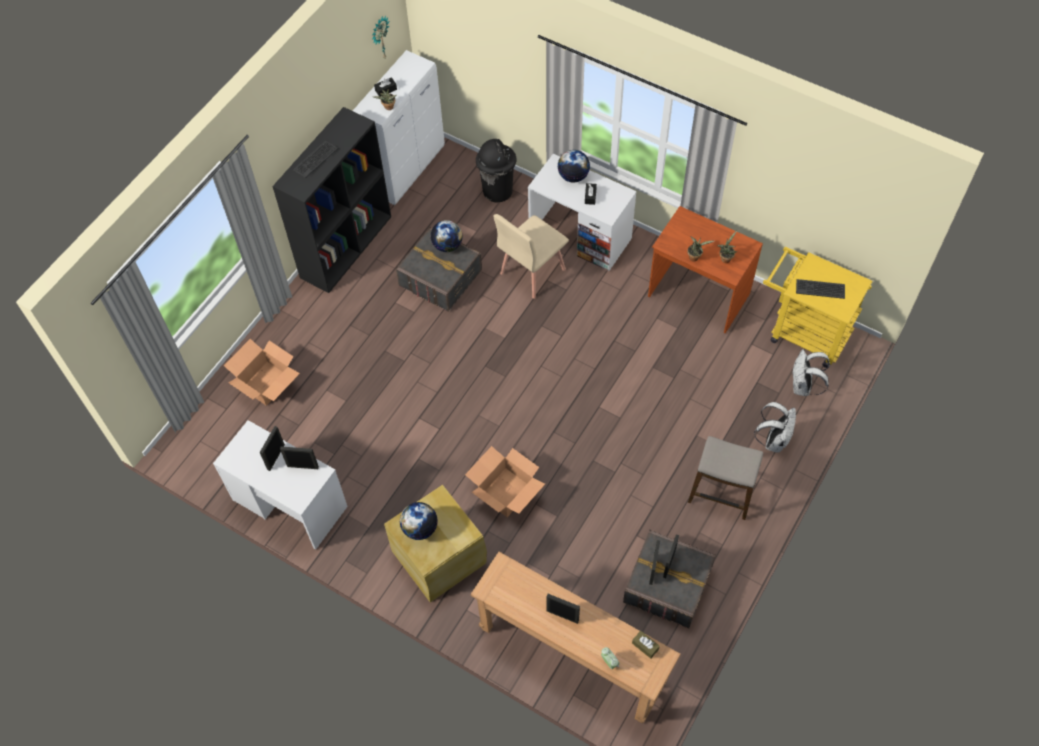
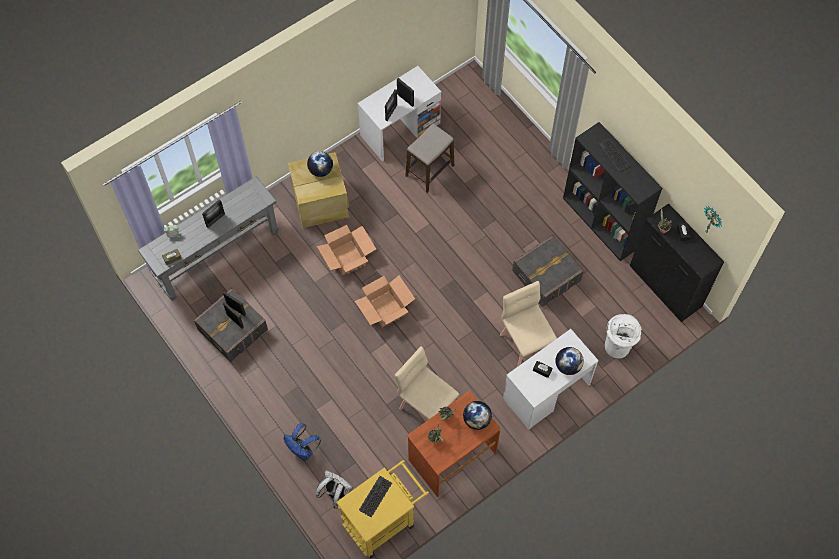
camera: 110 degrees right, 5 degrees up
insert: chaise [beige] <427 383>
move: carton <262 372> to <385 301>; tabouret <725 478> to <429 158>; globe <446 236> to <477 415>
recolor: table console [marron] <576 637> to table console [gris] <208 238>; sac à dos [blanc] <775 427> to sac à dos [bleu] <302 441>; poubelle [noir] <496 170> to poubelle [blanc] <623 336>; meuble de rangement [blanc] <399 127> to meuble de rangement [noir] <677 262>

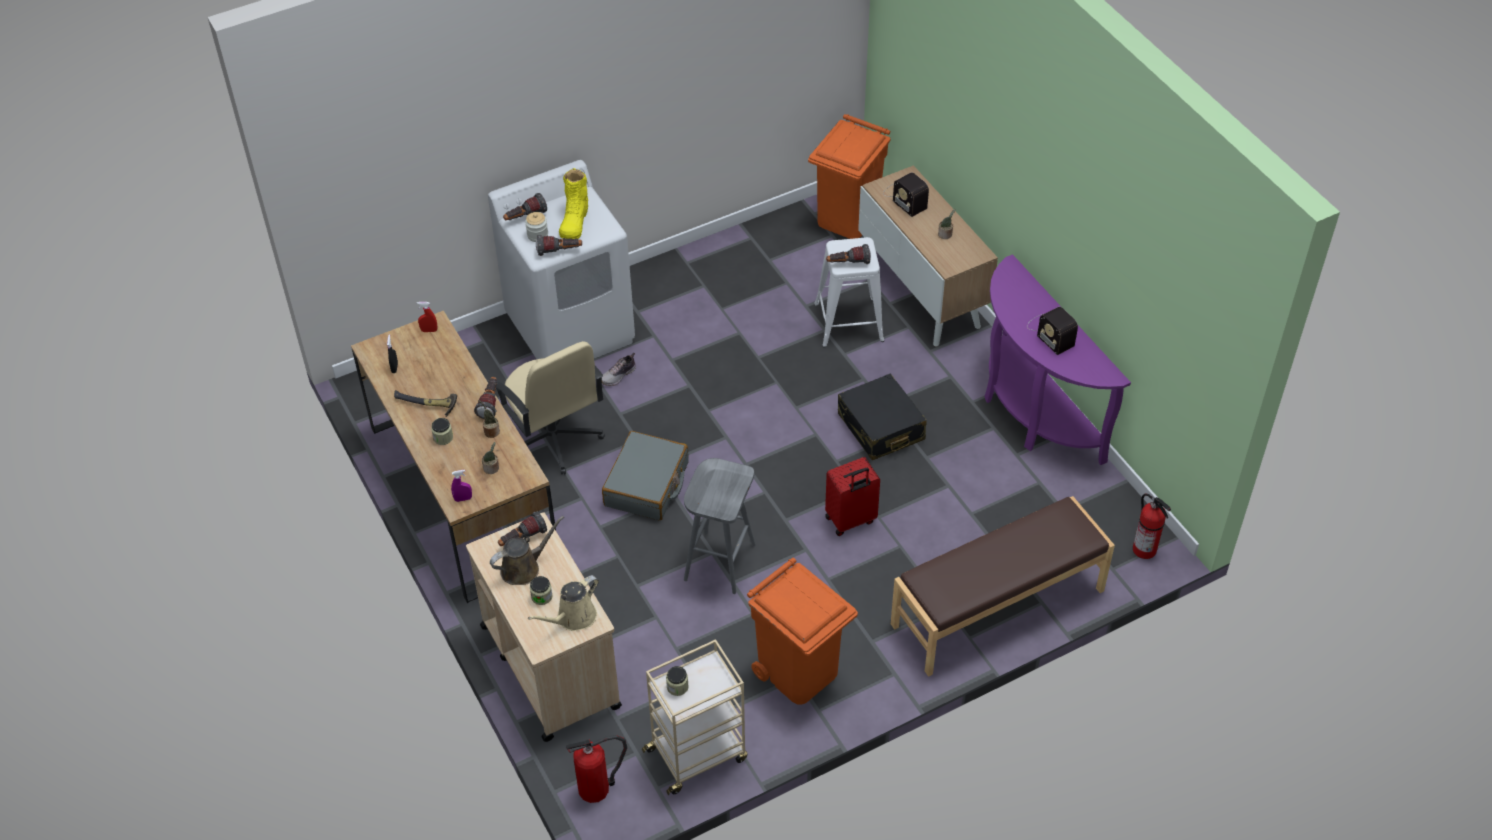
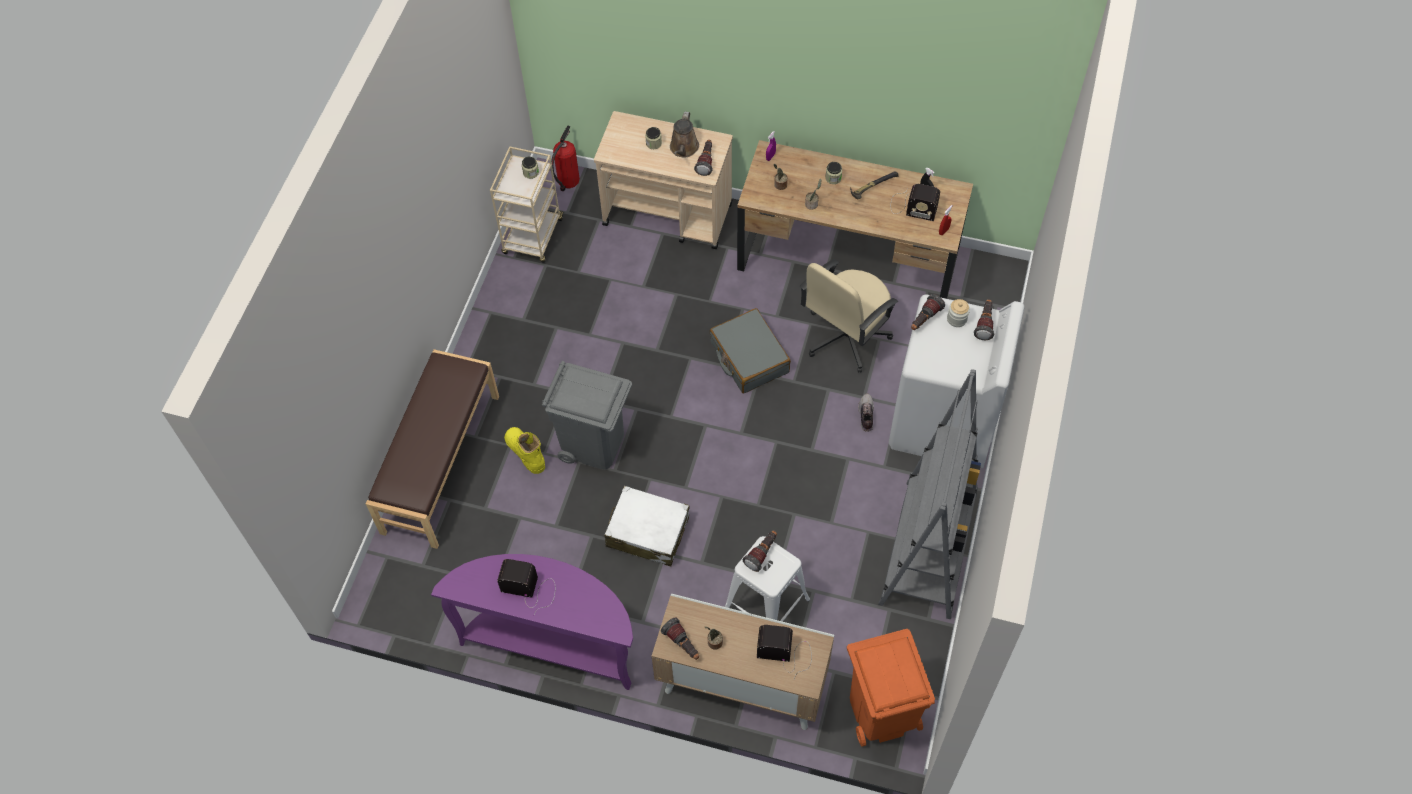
camera: 135 degrees right, 10 degrees up
delete: arrosoir [beige] <563 603>; tabouret [gris] <720 526>; poubelle [orange] <802 631>; extincteur <1152 526>
insert: bibliothèque [gris] <929 494>; radio <915 202>
move: botte [jaune] <573 203> to <524 450>; lampe de poche <485 398> to <680 638>
replace: valise [rouge] <852 496> to poubelle [gris] <587 415>
recolor: valise [noir] <882 416> to valise [blanc] <647 526>
rotate: chaise de bureau [beige] <550 408> = <849 316> 60 degrees counterclockwise

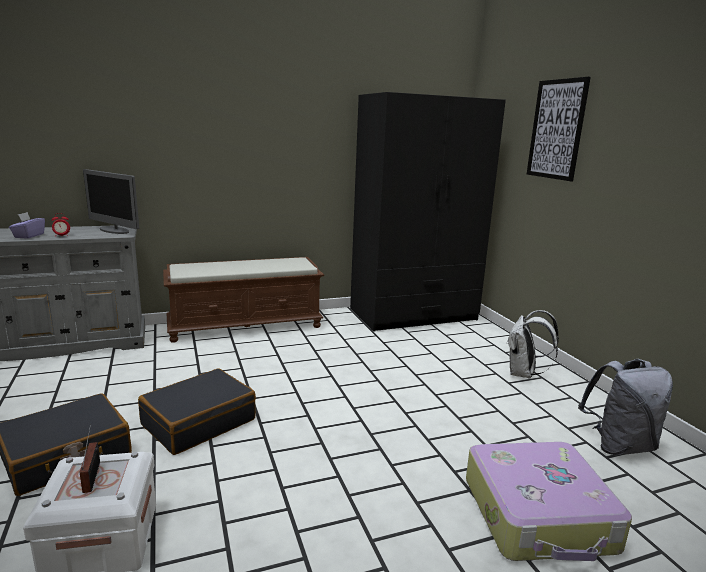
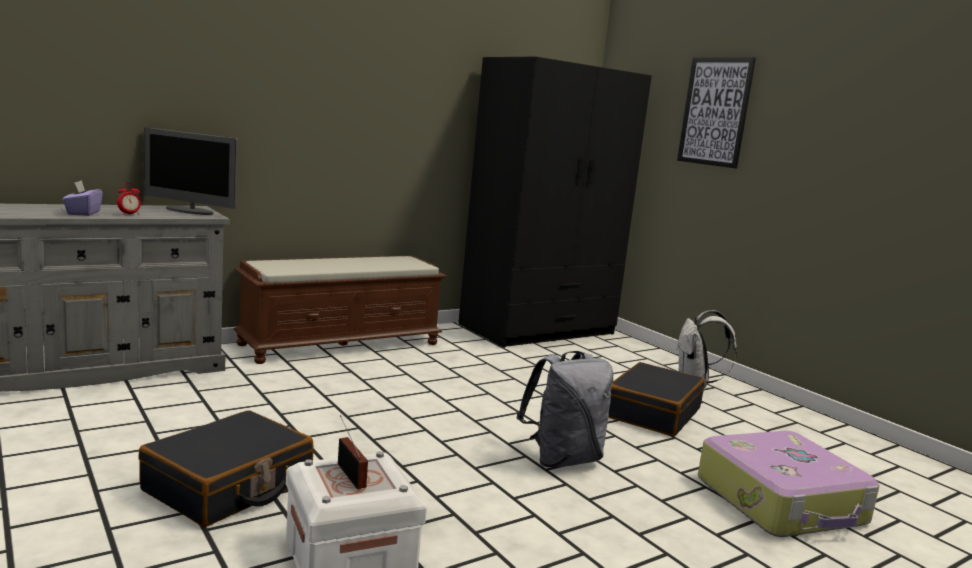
camera: 15 degrees left, 5 degrees down
move: sac à dos [gris] <625 407> to <564 409>; valise [noir] <197 411> to <657 399>

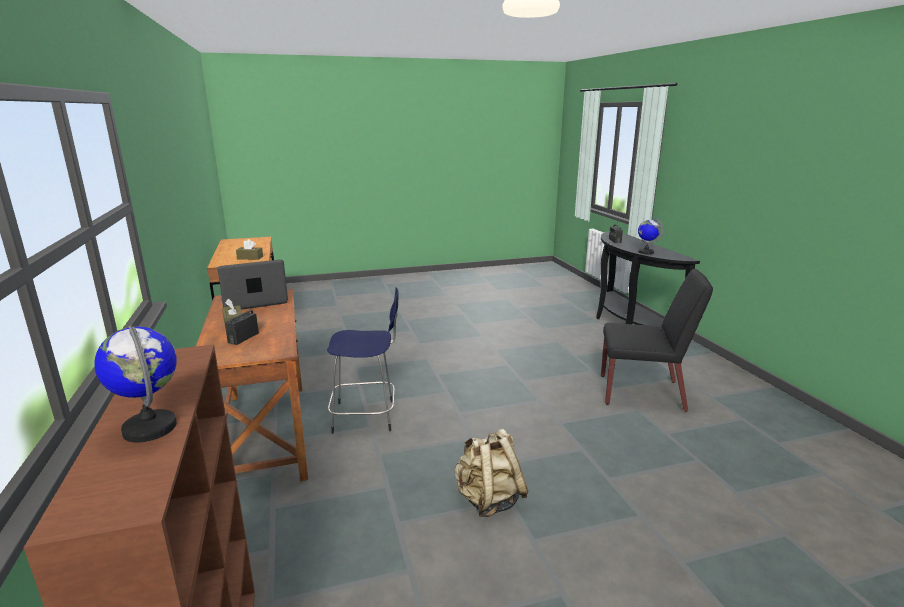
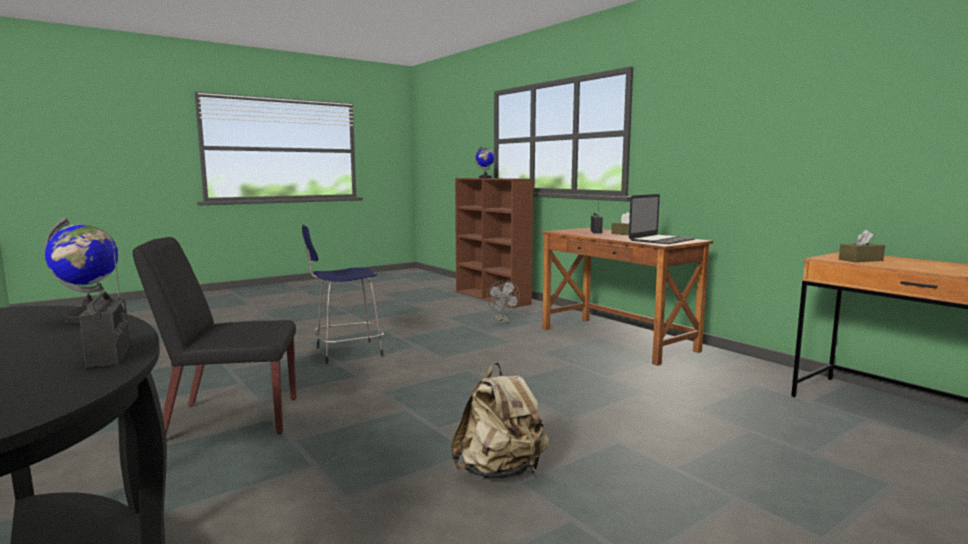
camera: 160 degrees right, 10 degrees down
insert: ventilateur [gris] <503 301>
move: tabouret [bleu] <362 360> to <343 294>; sac à dos [beige] <491 473> to <500 420>

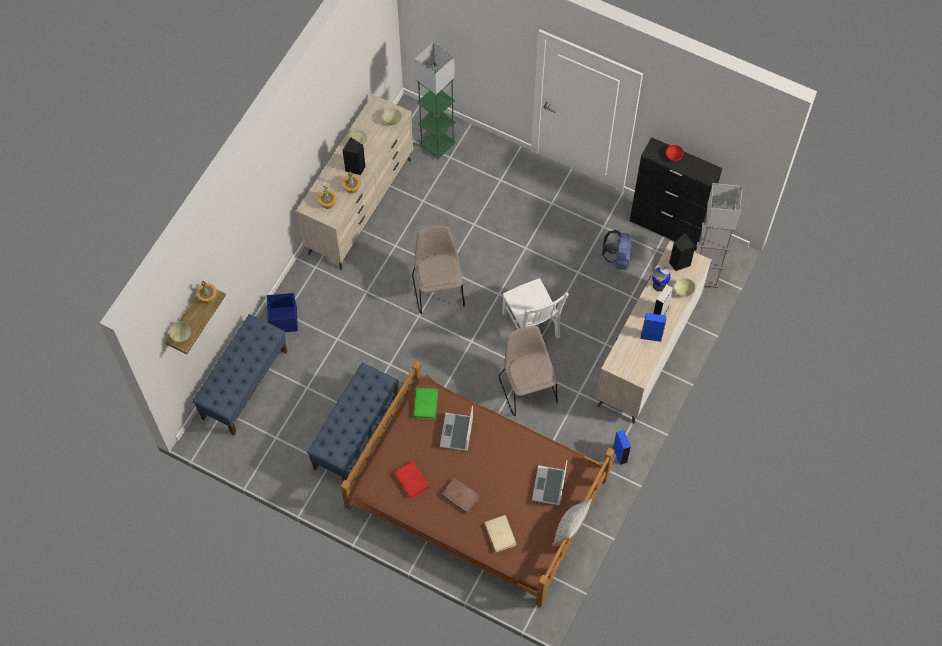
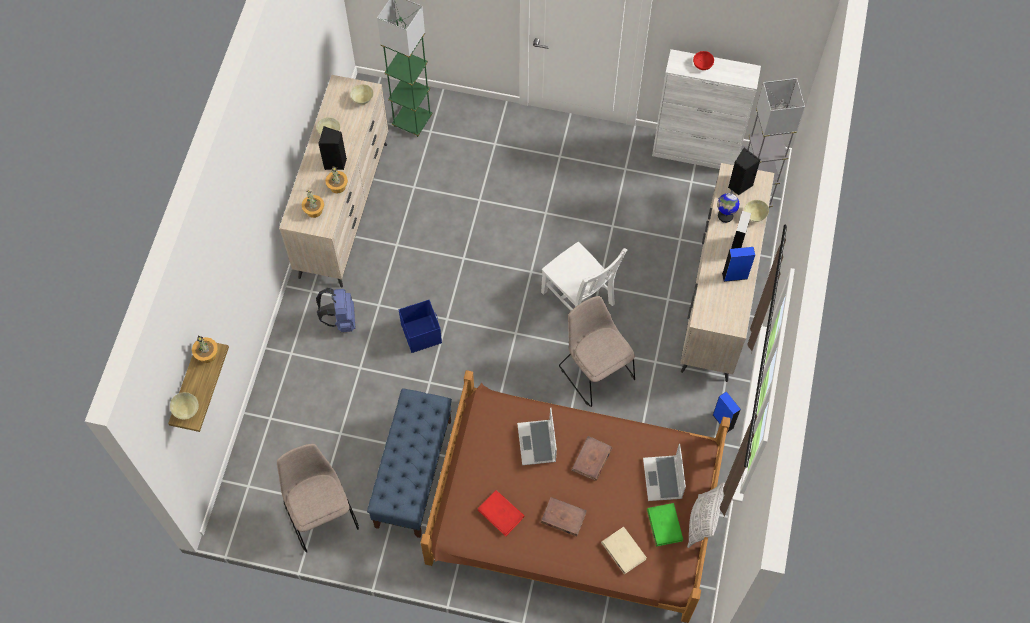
camera: 15 degrees left, 0 degrees up
delete: banc [bleu] <239 374>
insert: livre [marron] <591 458>
move: chaise [beige] <438 270> to <318 498>; sac à dos [bleu] <617 250> to <335 310>; boîte de rangement [bleu] <282 312> to <420 326>; livre [vert] <425 403> to <665 524>
recolor: meuble de rangement [noir] <676 194> to meuble de rangement [blanc] <706 109>

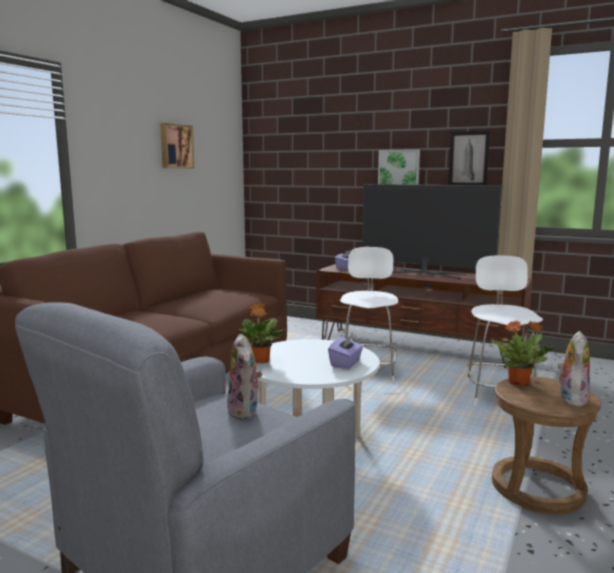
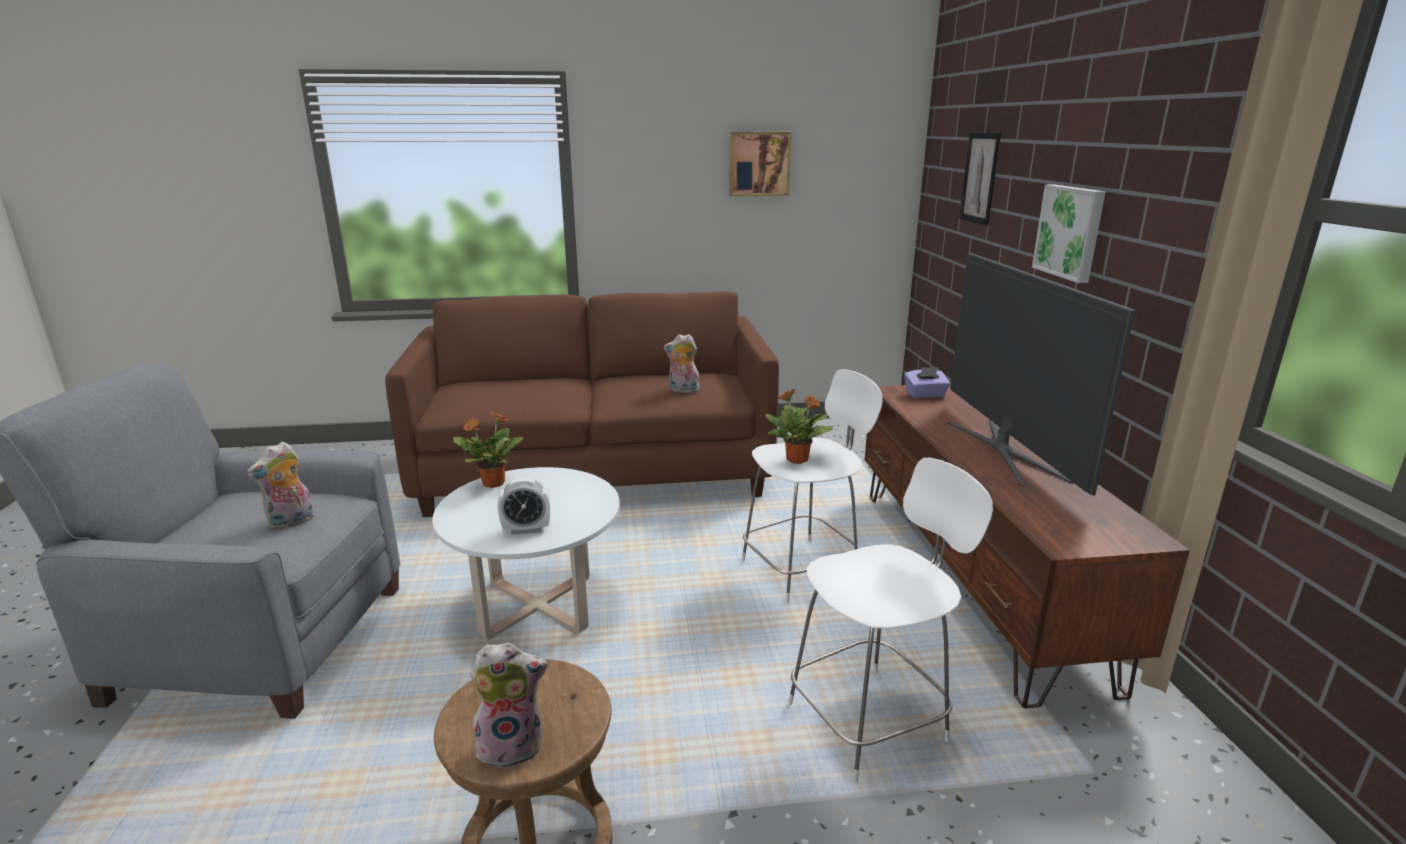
camera: 55 degrees right, 10 degrees up
insert: peluche <681 363>
move: plante en pot <523 353> to <799 426>; tableau <469 158> to <980 179>
replace: boîte à mouchoirs [violet] <345 351> to réveil <524 505>

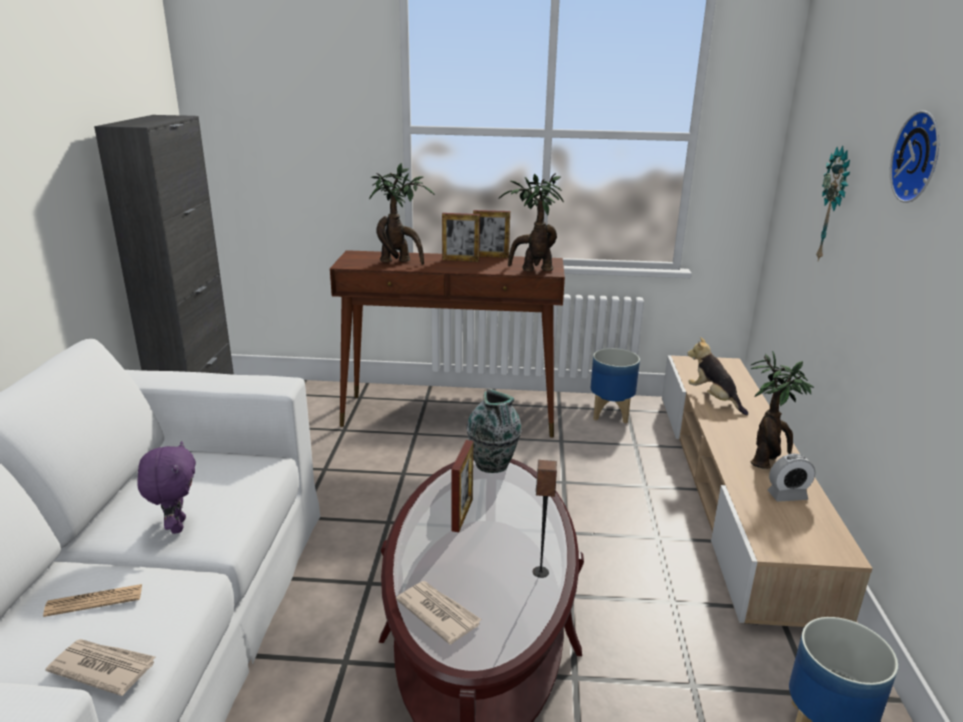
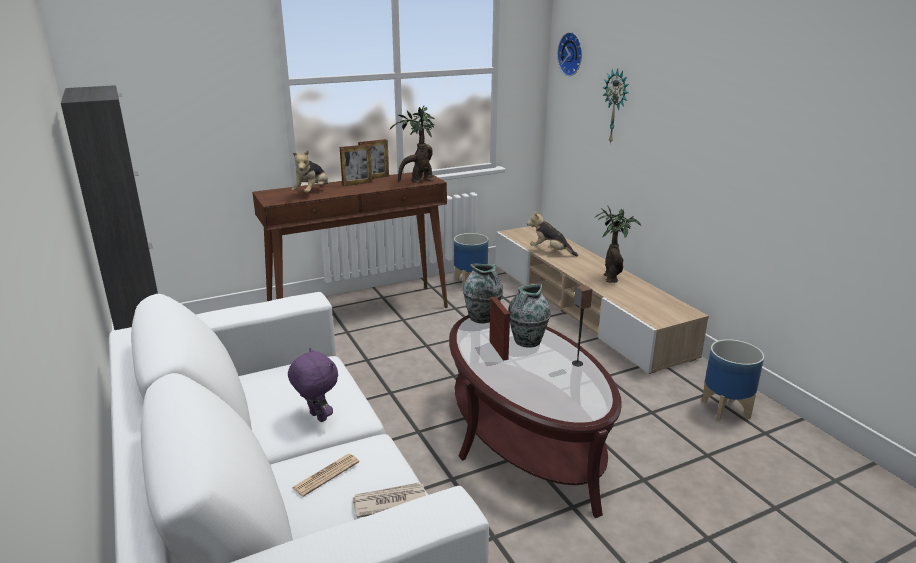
camera: 30 degrees left, 0 degrees up
delete: journal <439 613>; réveil <791 478>
insert: vase <529 316>
move: horloge murale <914 157> to <569 54>
replace: plante en pot <402 213> to peluche <310 171>

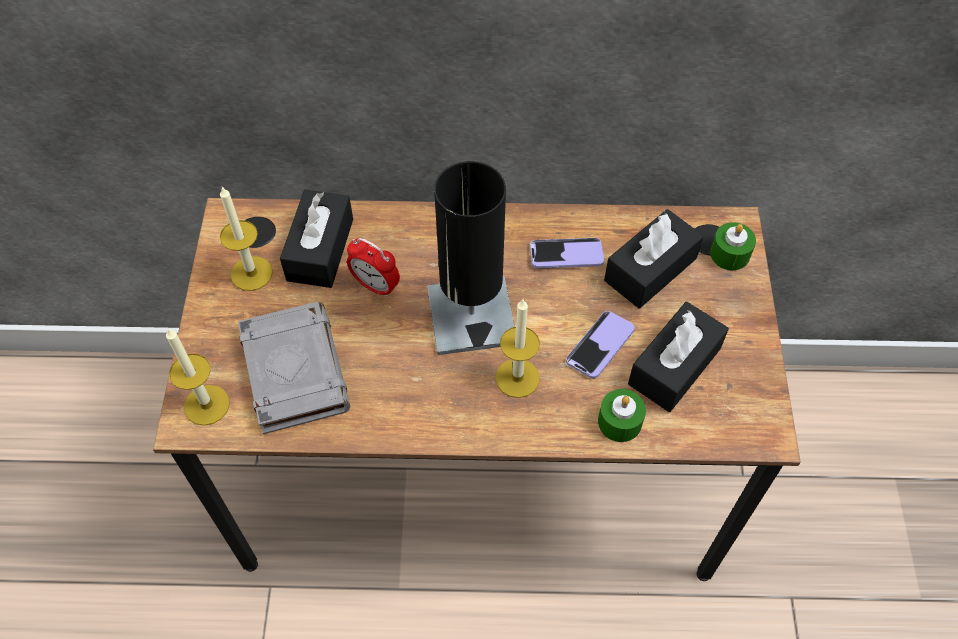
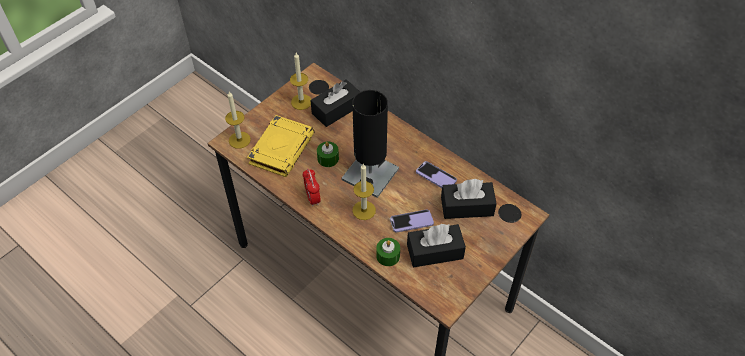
camera: 40 degrees right, 5 degrees down
move: réveil <373 267> to <312 187>; bougie [vert] <733 246> to <328 154>
recolor: livre [gris] <294 368> to livre [jaune] <281 146>

